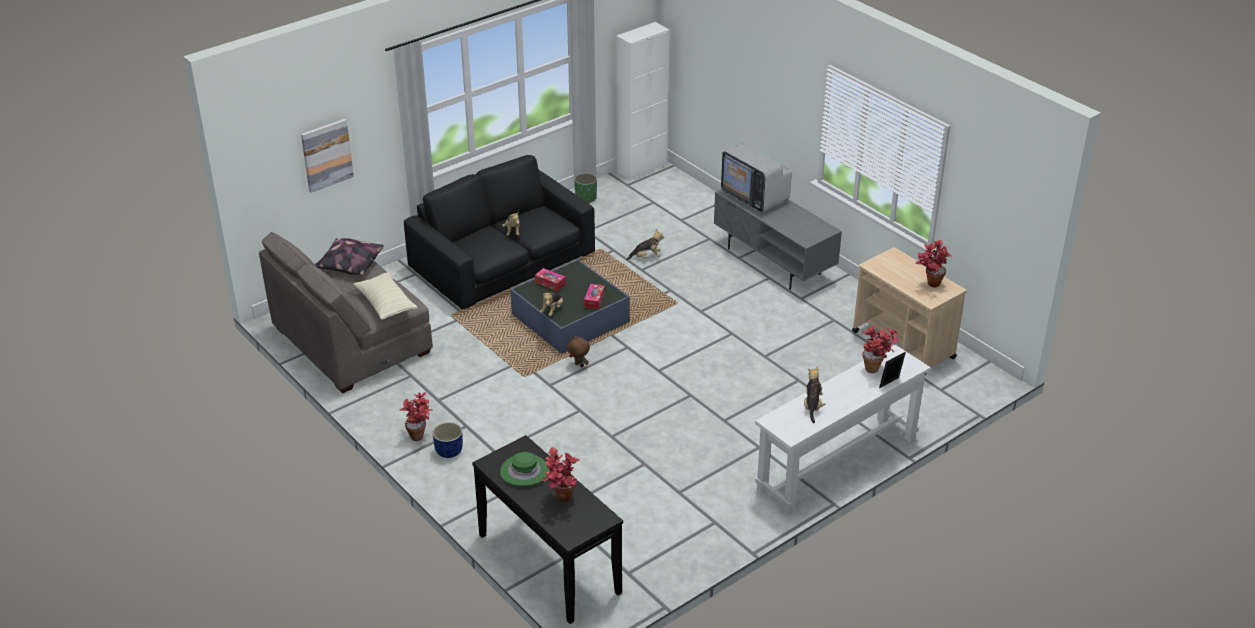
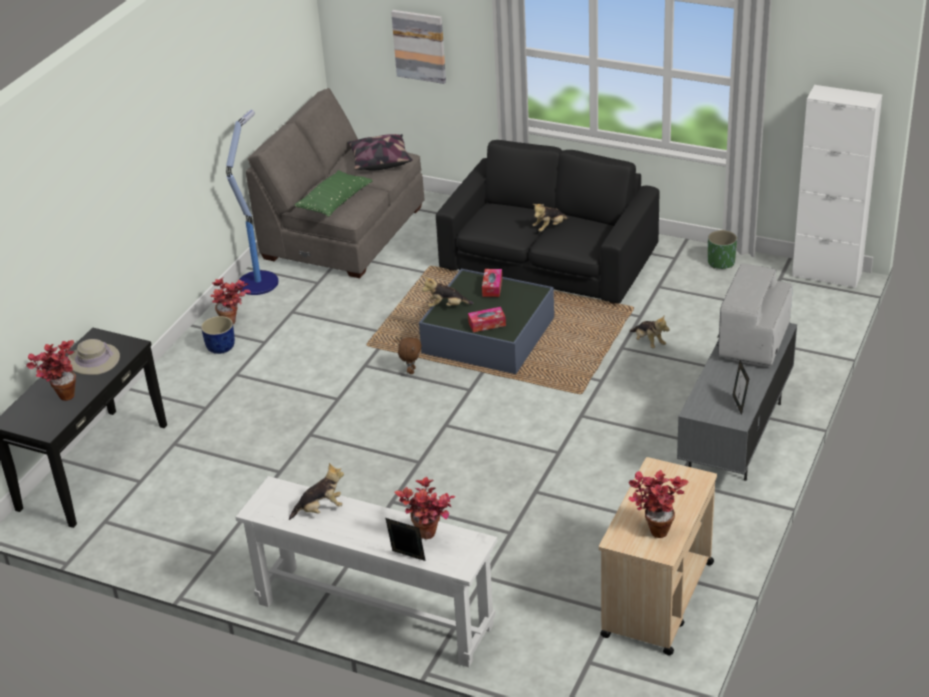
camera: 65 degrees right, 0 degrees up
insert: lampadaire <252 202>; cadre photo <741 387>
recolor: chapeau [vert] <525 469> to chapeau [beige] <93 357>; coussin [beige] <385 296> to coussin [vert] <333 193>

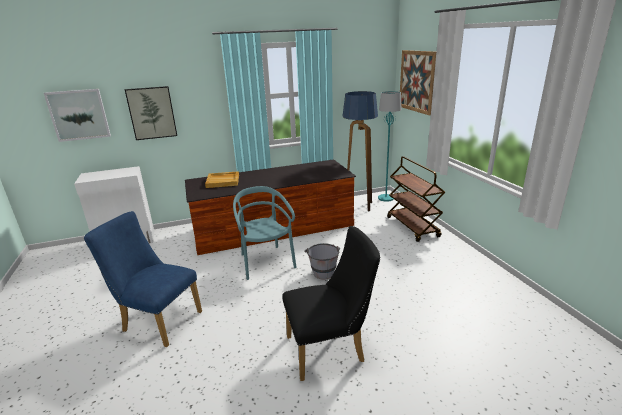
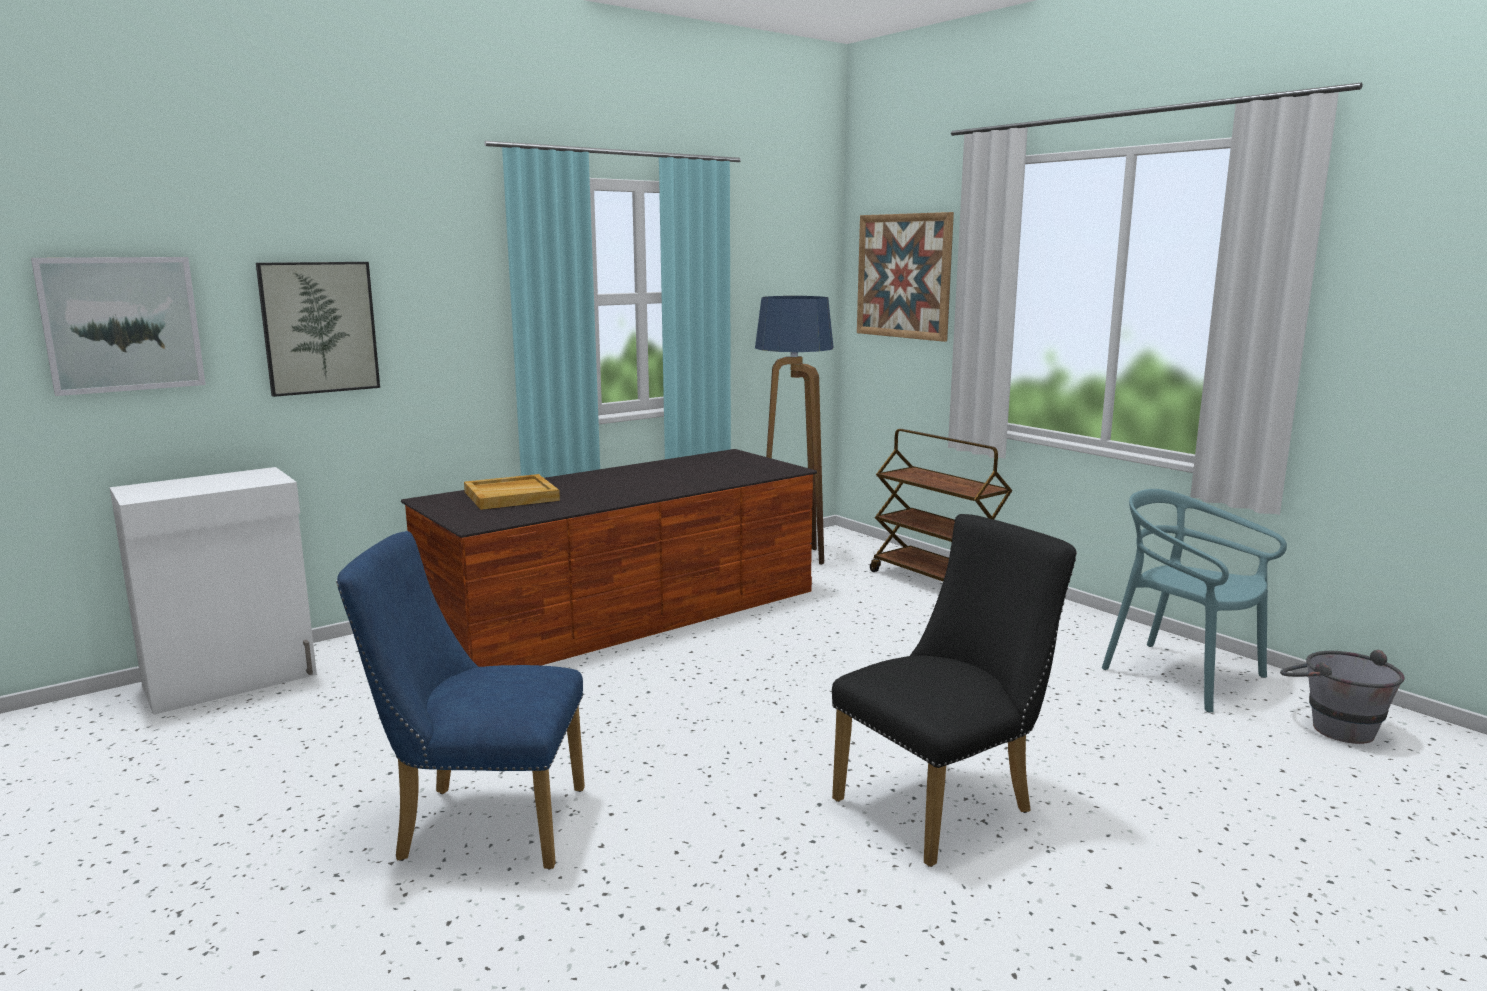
camera: 20 degrees left, 10 degrees down
delete: lampadaire [turquoise] <389 146>
move: chaise [turquoise] <265 233> to <1194 601>; seau [gris] <322 261> to <1342 697>

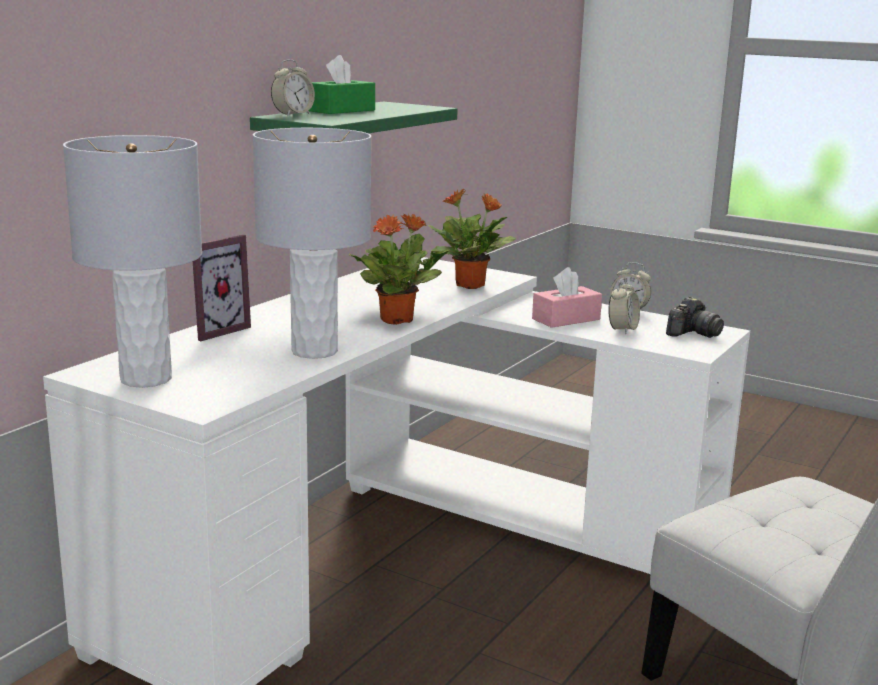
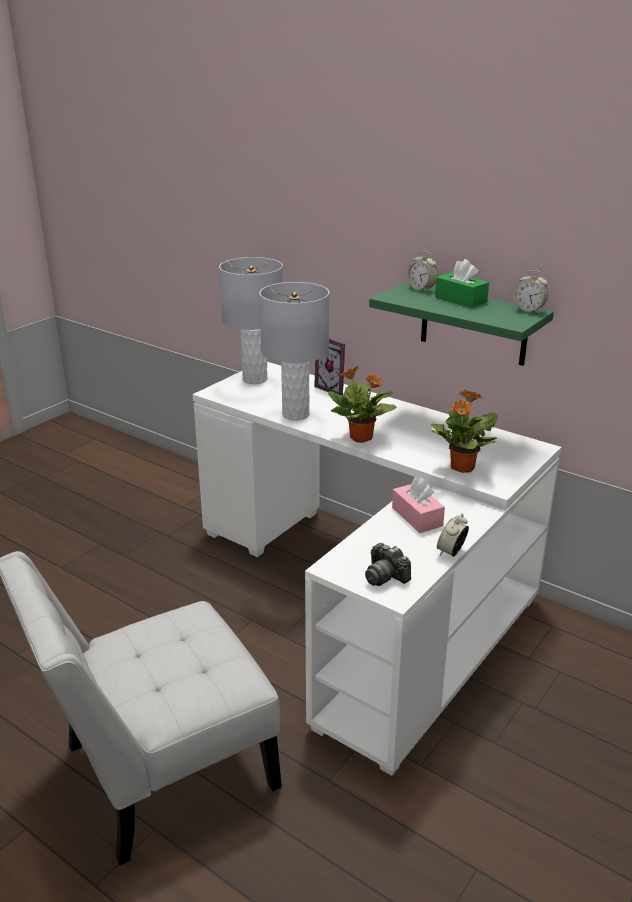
camera: 95 degrees right, 10 degrees up
move: réveil <624 306> to <531 292>

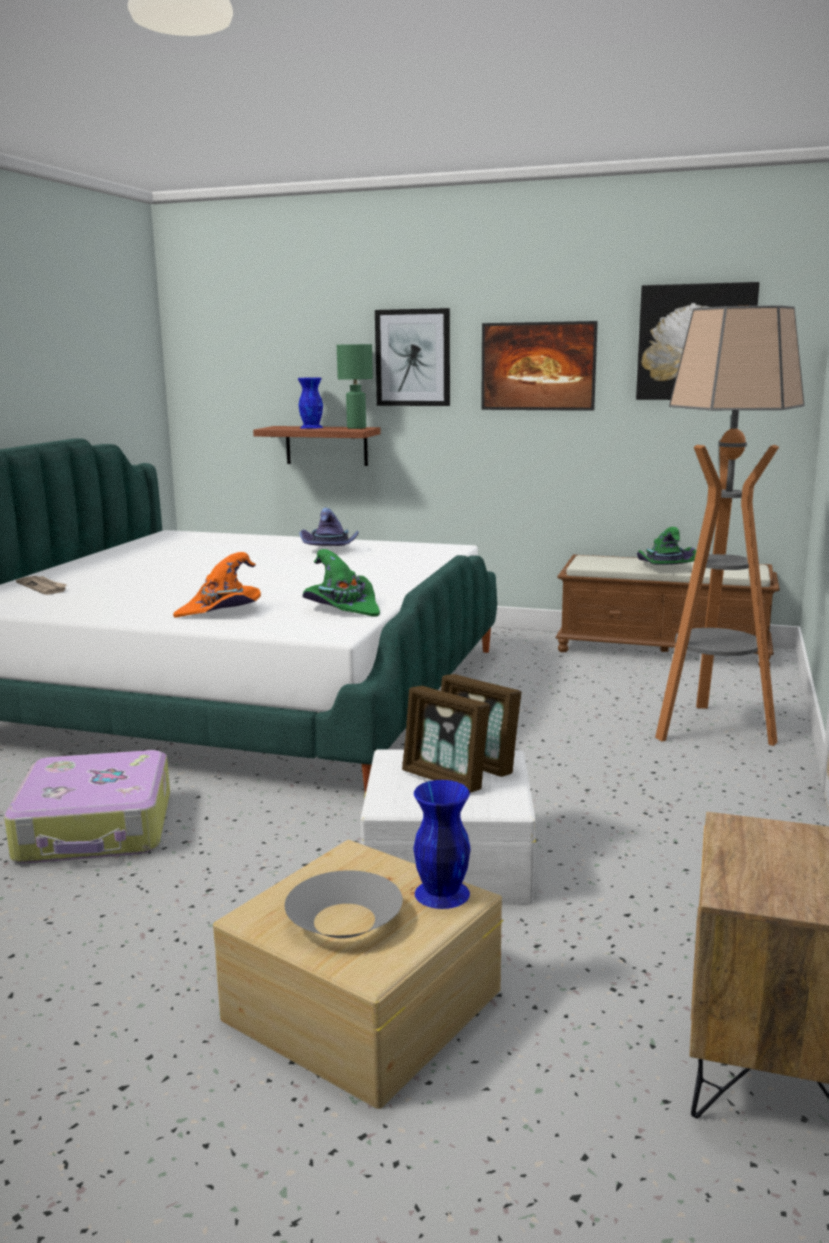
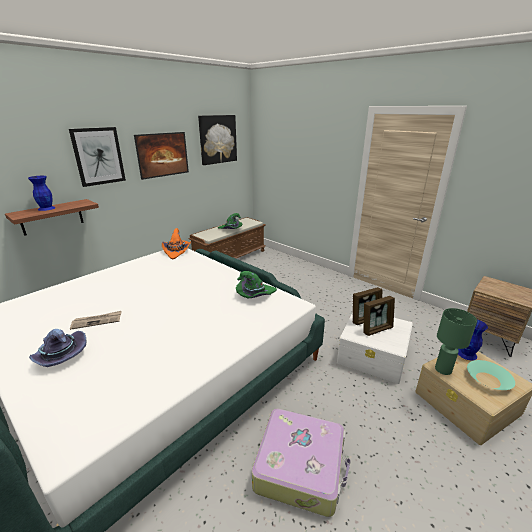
camera: 65 degrees left, 10 degrees up
delete: lampadaire <730 525>
move: chapeau [violet] <329 527> to <58 348>; journal <41 585> to <96 320>; chapeau [orange] <217 584> to <176 243>; lampe de table [vert] <355 386> to <456 341>
recolor: bol [gris] <344 904> to bol [turquoise] <491 375>

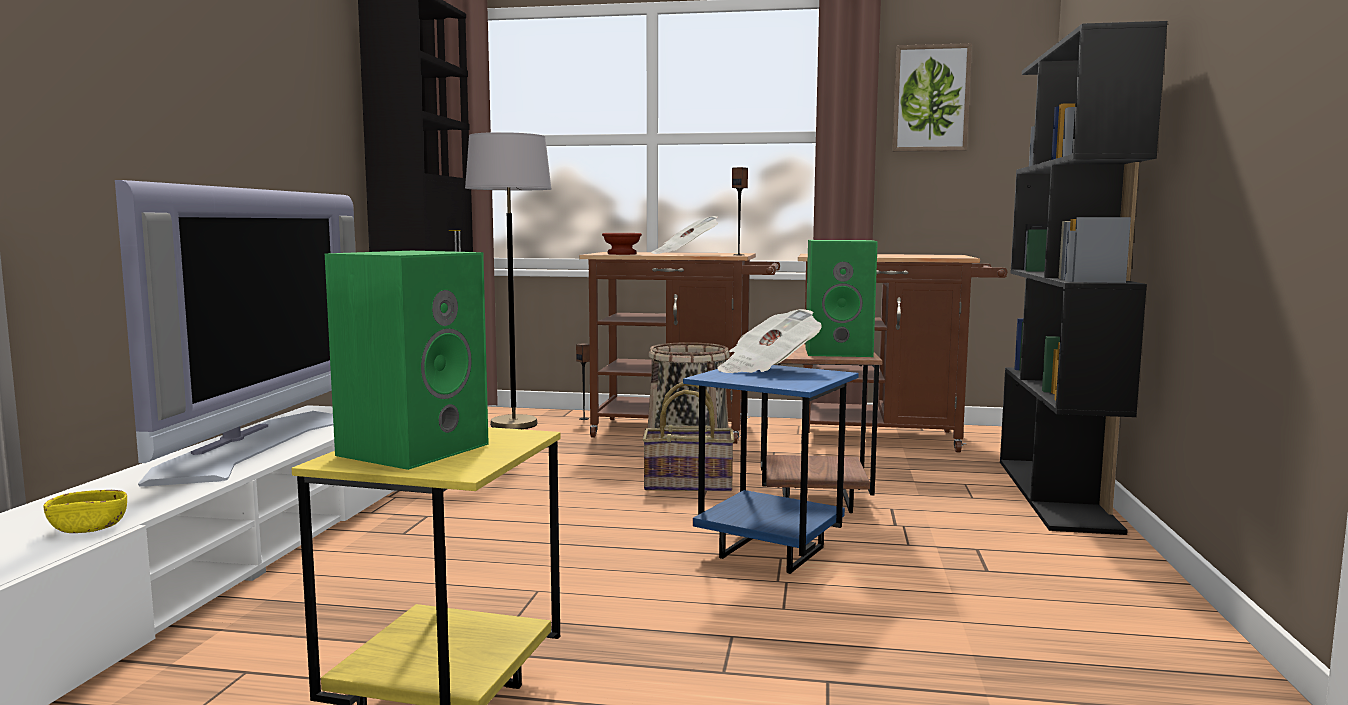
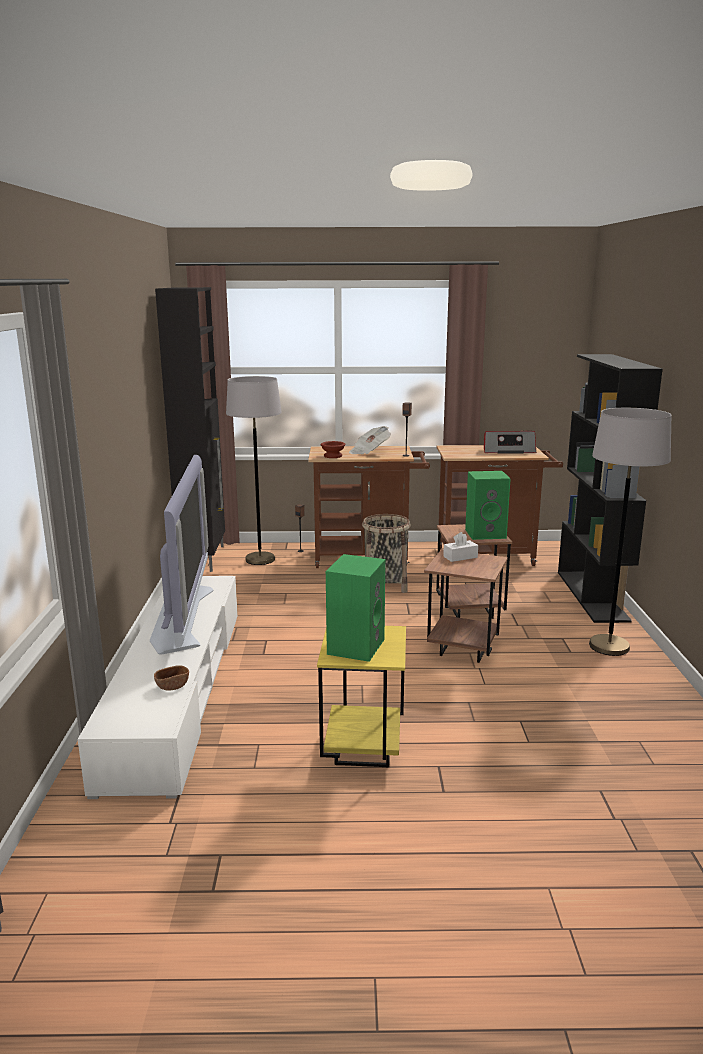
camera: 10 degrees left, 10 degrees up
delete: panier <688 436>; tableau <932 97>
insert: radio <510 442>; lampadaire [gris] <630 532>
replace: journal <769 341> to boîte à mouchoirs [blanc] <460 547>
recolor: bol [jaune] <85 511> to bol [marron] <171 678>; table d'appoint [bleu] <771 469> to table d'appoint [marron] <466 606>

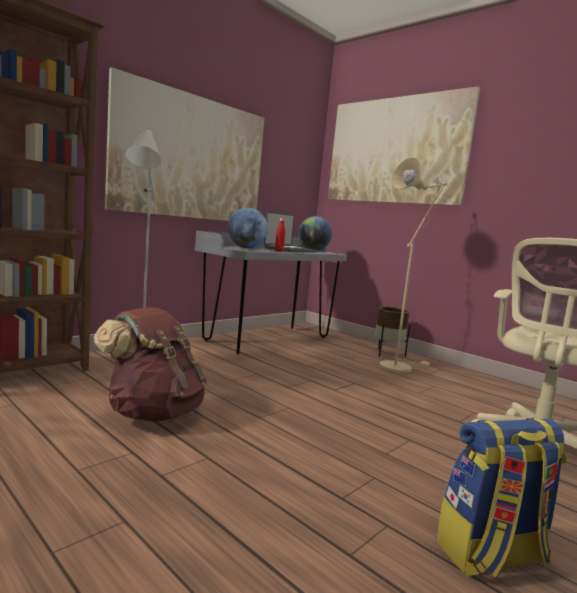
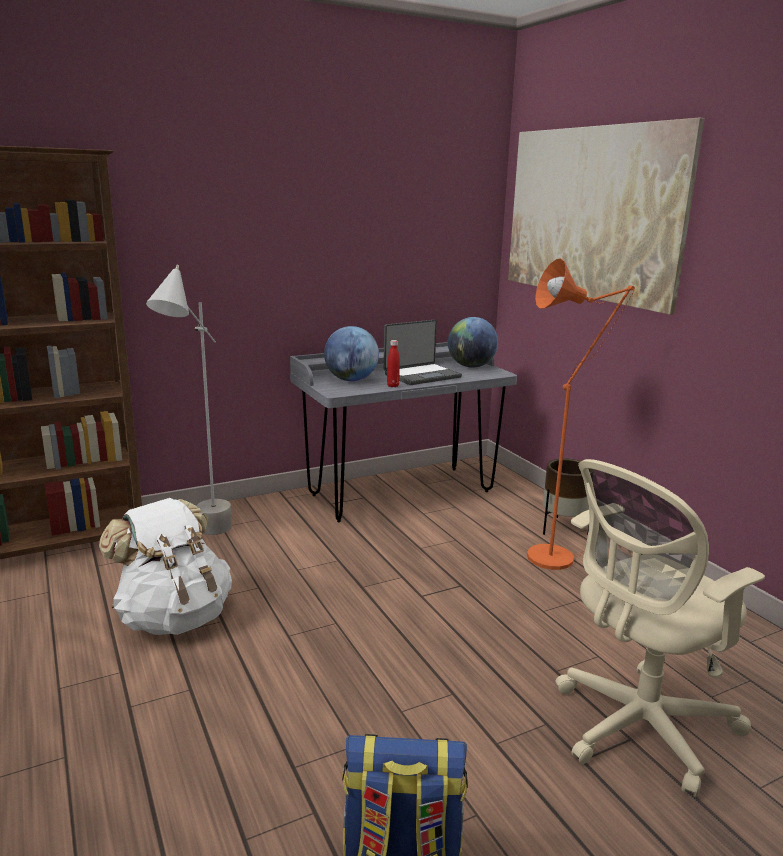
camera: 20 degrees right, 10 degrees up
delete: tableau <184 144>
recolor: sac à dos [marron] <150 364> to sac à dos [blanc] <165 566>; lampadaire [beige] <413 265> to lampadaire [orange] <581 414>

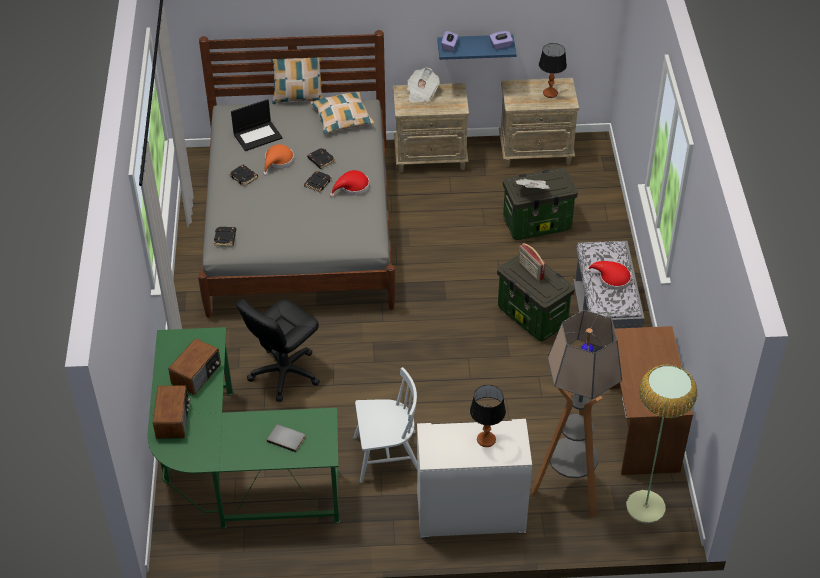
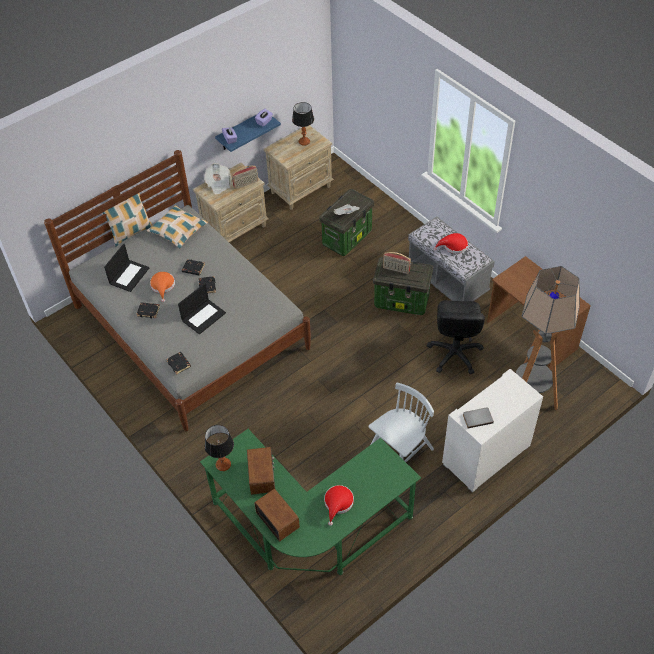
camera: 35 degrees left, 5 degrees up
delete: lampadaire <662 443>
insert: ordinateur portable <202 309>; radio <245 177>
move: lampe de table <488 416> to <219 448>; chapeau [rouge] <349 183> to <339 505>; chaise de bureau [noir] <278 350> to <455 337>; livre [gris] <286 438> to <478 418>

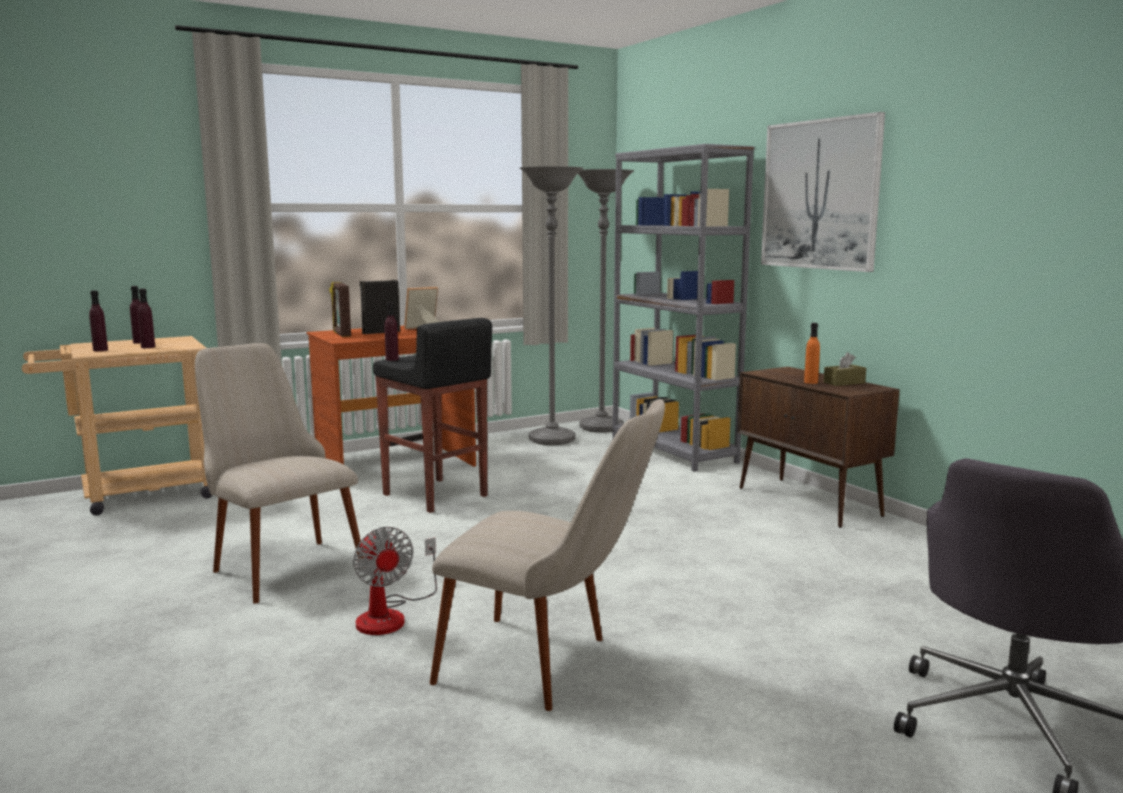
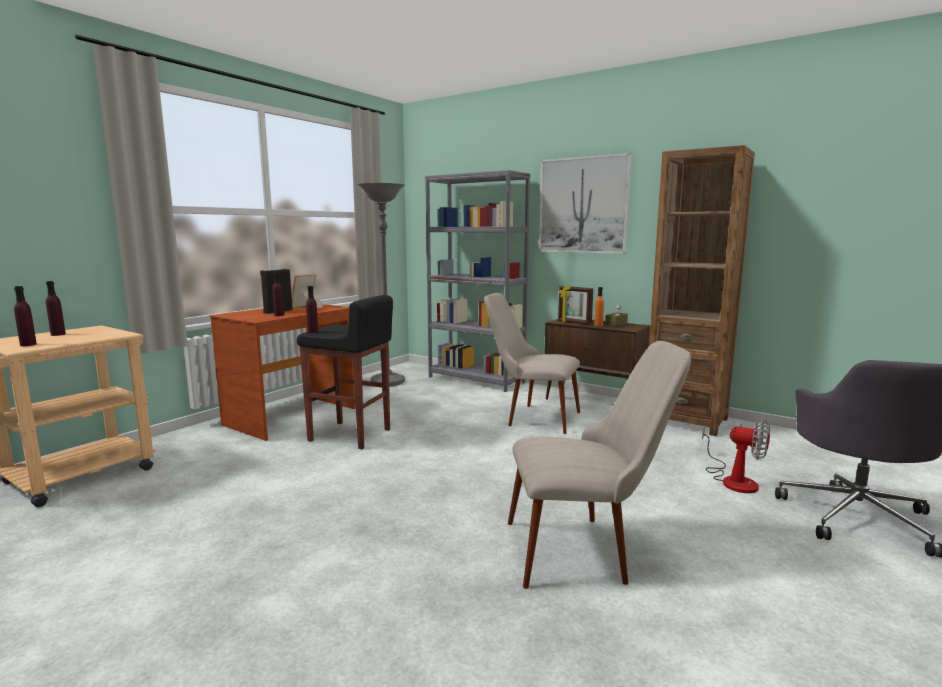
camera: 25 degrees left, 0 degrees up
delete: lampadaire [gris] <606 300>
insert: bibliothèque [marron] <702 290>
move: bouteille [violet] <146 318> to <278 293>; chaise [beige] <279 473> to <532 363>; cadre photo <340 309> to <575 305>; ventilateur <395 581> to <736 456>

